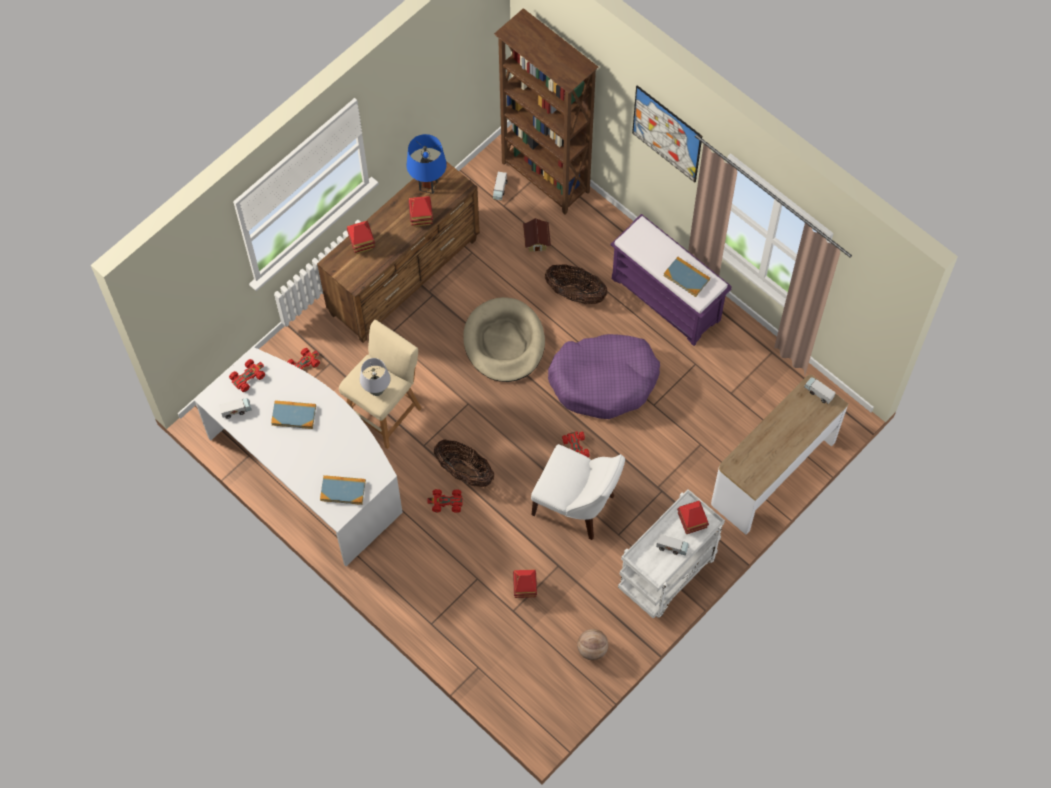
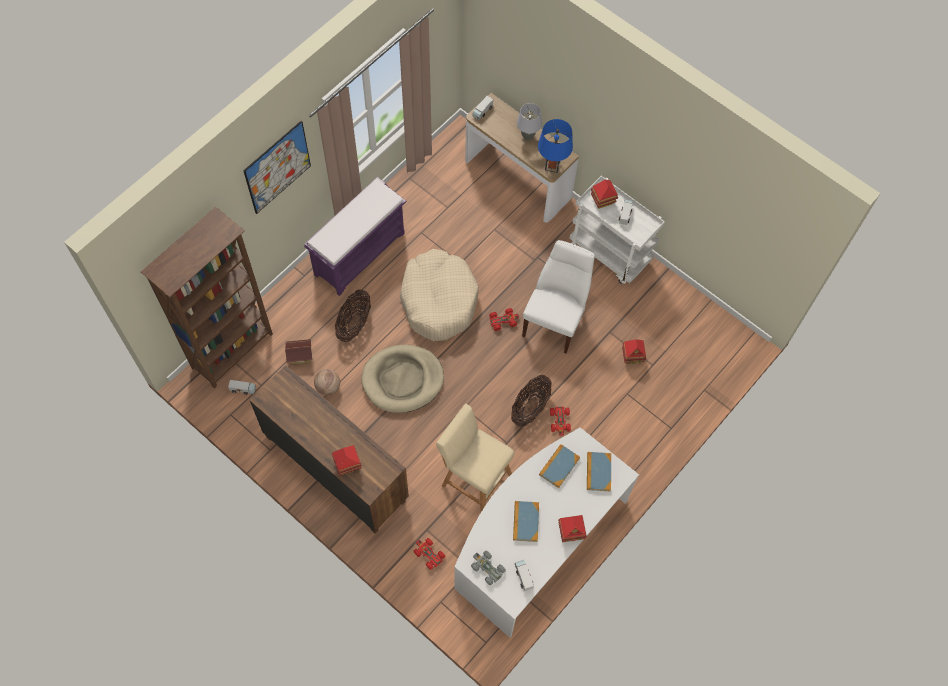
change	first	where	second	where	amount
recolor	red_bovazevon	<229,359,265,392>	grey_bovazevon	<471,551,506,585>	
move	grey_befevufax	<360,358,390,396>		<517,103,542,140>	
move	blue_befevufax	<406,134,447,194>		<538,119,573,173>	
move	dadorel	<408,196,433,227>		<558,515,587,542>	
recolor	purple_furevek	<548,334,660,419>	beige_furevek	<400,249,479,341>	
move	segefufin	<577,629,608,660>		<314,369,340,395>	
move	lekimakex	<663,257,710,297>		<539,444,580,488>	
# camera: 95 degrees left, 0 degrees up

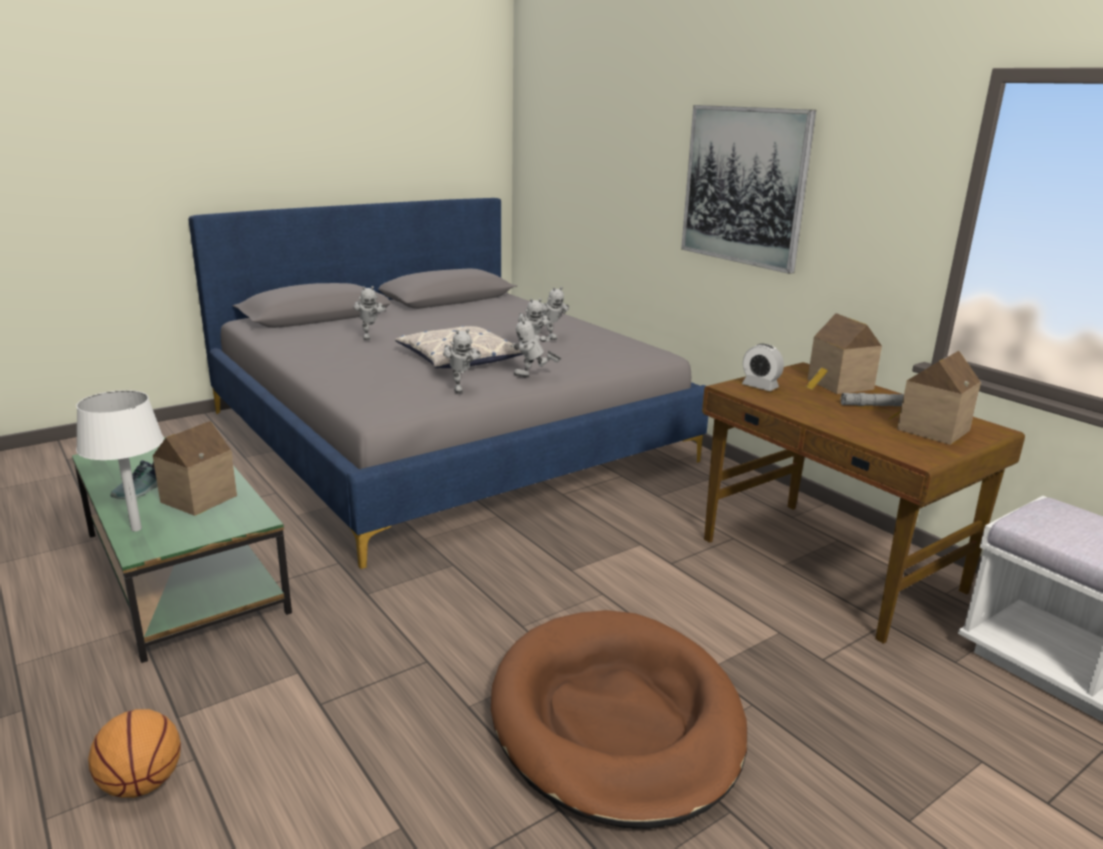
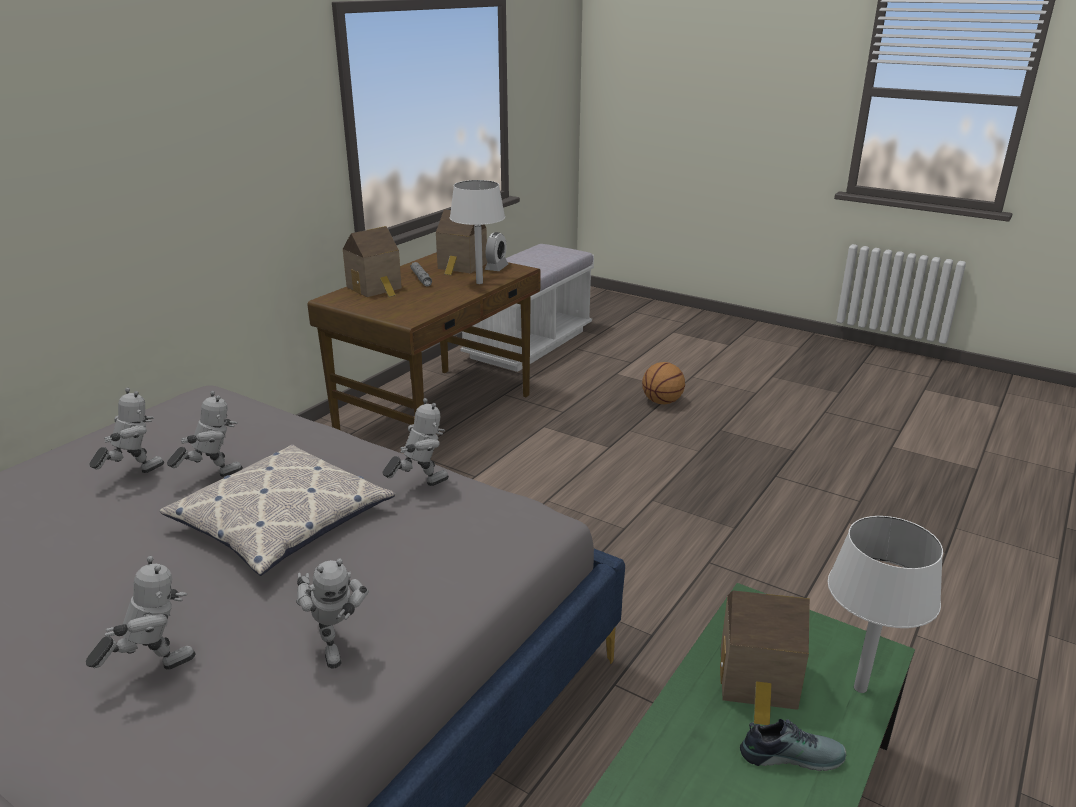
change	first	where	second	where	amount
move	segefufin	<88,709,181,798>		<642,362,685,404>	
delete	brown_furevek	<491,610,747,829>			
move	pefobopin	<511,317,561,378>		<296,558,369,669>	
delete	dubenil	<681,105,816,274>			
move	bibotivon	<742,343,784,391>		<485,232,508,271>	
insert			white_befevufax	<450,180,505,284>	
# camera: 110 degrees left, 5 degrees up

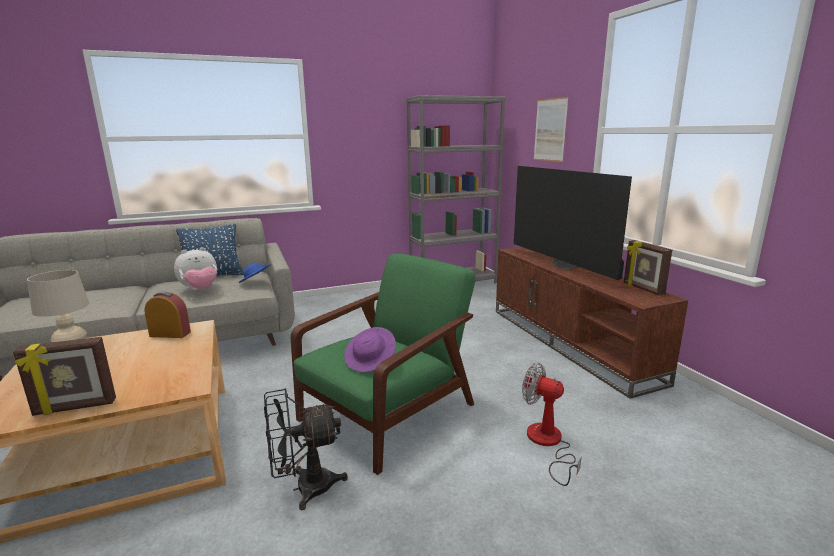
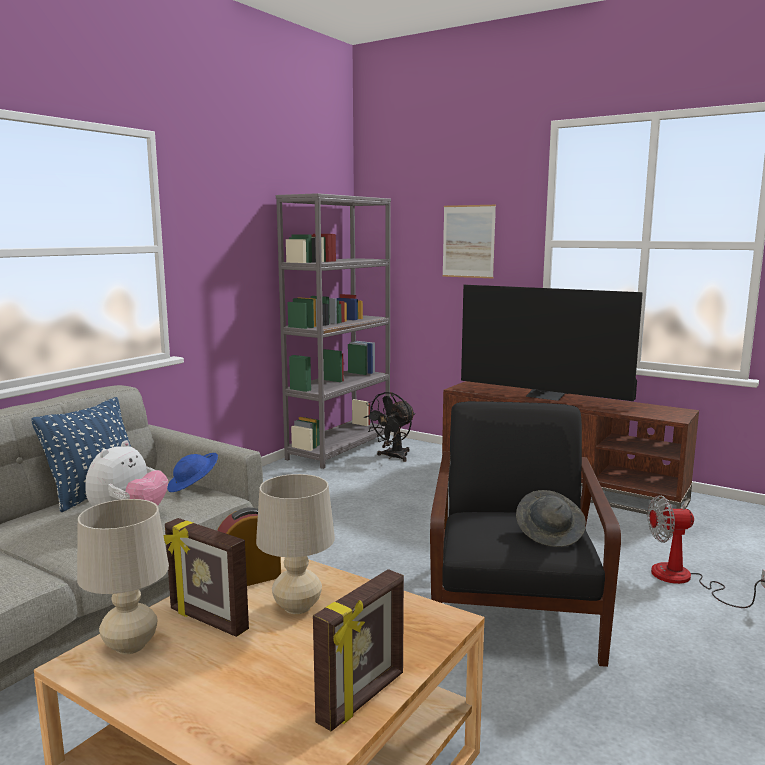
change	first	where	second	where	amount
move	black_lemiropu	<264,388,348,510>		<364,392,415,462>	
recolor	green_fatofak	<291,253,476,475>	black_fatofak	<430,401,621,667>	
recolor	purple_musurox	<344,327,396,373>	grey_musurox	<516,490,586,547>	
move	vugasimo	<624,240,672,296>		<163,518,249,637>	
insert			beige_befevufax	<256,474,335,614>	
# camera: 35 degrees left, 5 degrees down

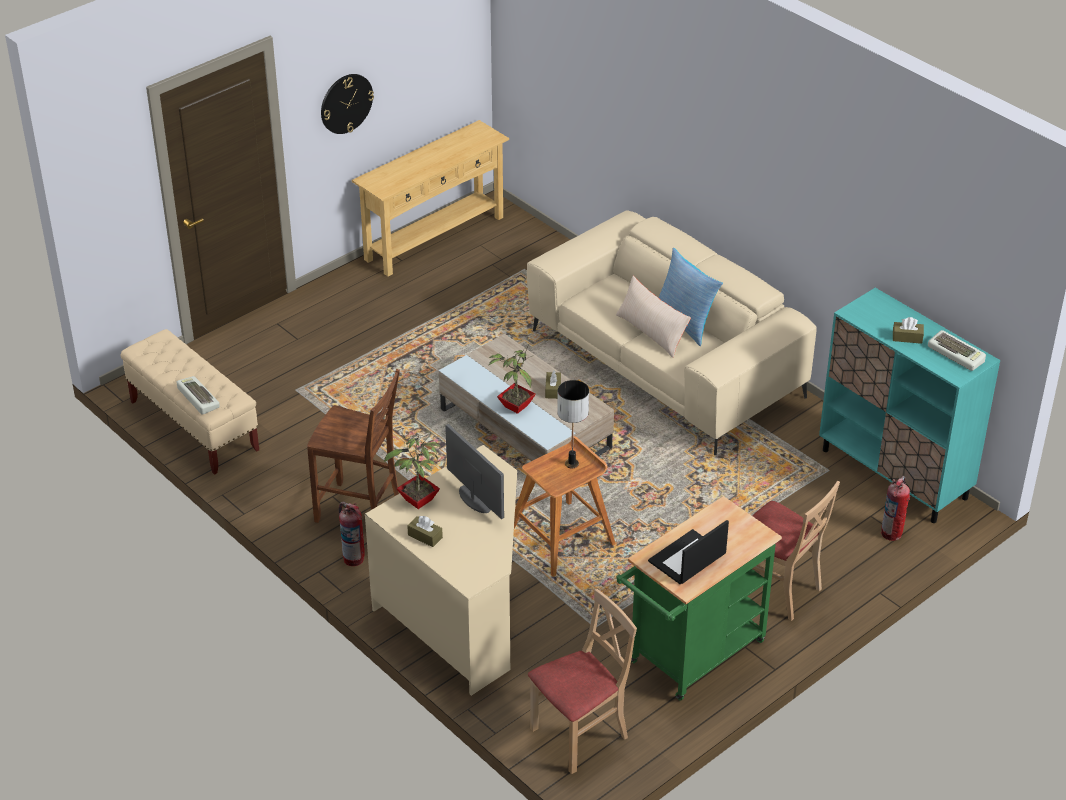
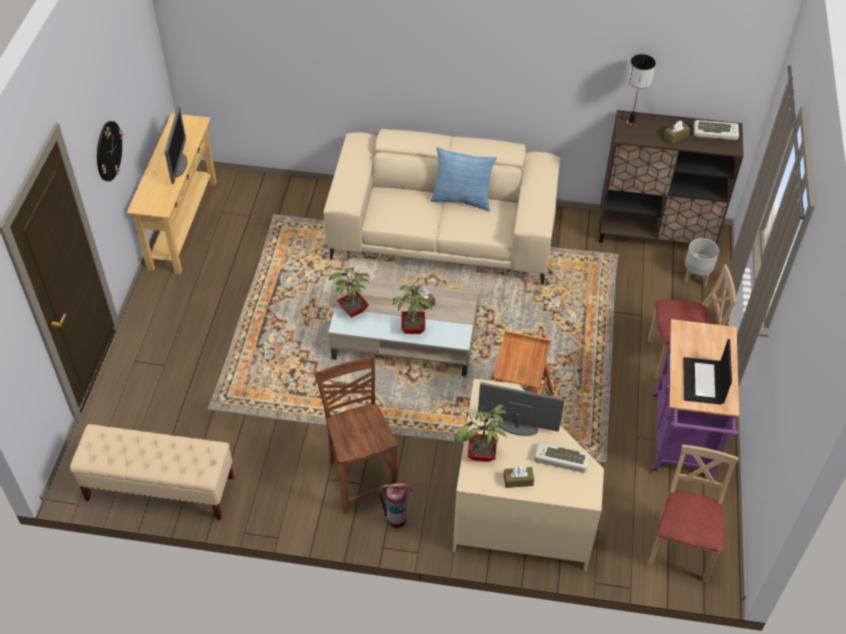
change	first	where	second	where	amount
move	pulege	<177,376,220,415>		<534,442,589,473>	
rotate	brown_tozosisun	<307,369,400,523>		<315,355,398,514>	90 degrees counterclockwise
move	befevufax	<557,380,589,469>		<626,54,656,126>	
delete	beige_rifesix	<616,276,691,358>			
recolor	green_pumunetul	<616,496,782,701>	purple_pumunetul	<651,319,739,479>	
recolor	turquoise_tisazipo	<819,288,1000,523>	brown_tisazipo	<598,110,744,245>	
replace	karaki	<881,476,910,541>	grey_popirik	<684,238,719,287>	
insert			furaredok	<165,107,188,184>	
insert			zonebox	<329,261,370,318>	
# camera: 40 degrees left, 10 degrees up

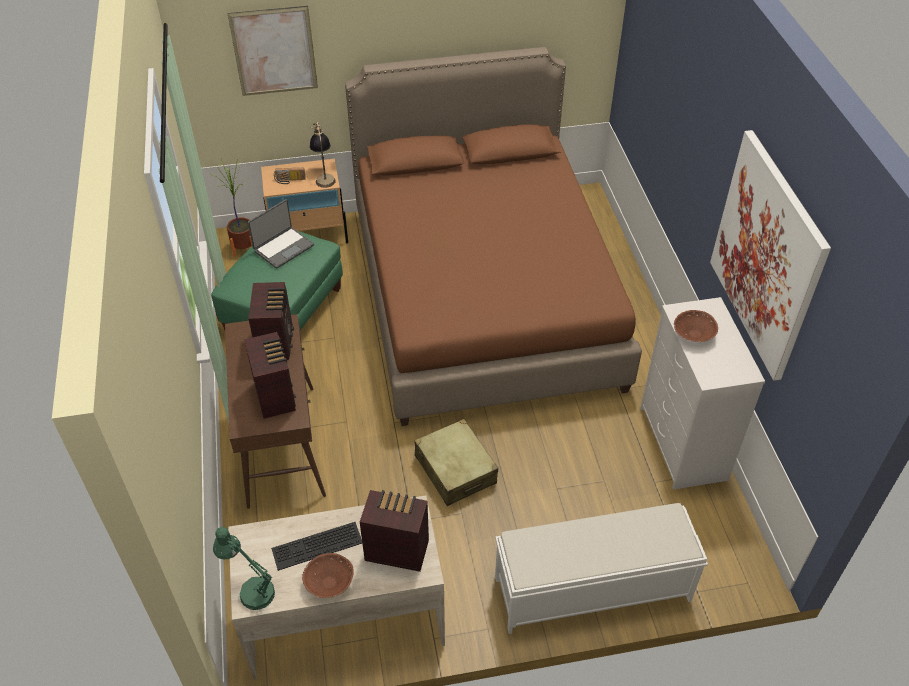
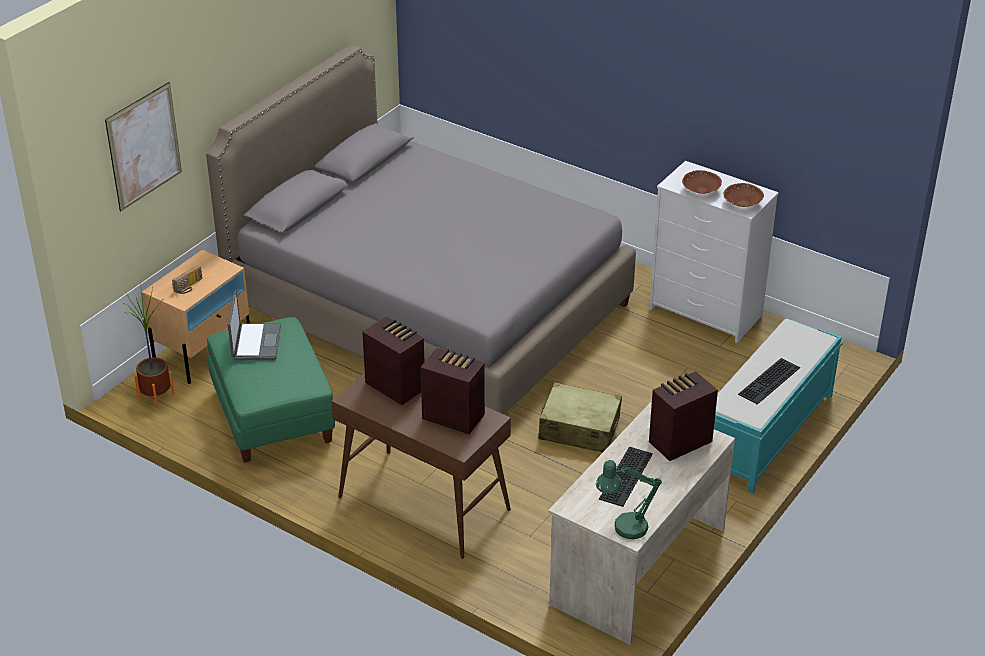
change	first	where	second	where	amount
move	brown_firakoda	<302,553,354,598>		<724,183,764,207>	
delete	befevufax	<310,122,336,188>			
recolor	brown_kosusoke	<345,47,642,426>	grey_kosusoke	<206,45,636,414>	
recolor	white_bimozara	<495,503,708,634>	turquoise_bimozara	<714,319,843,493>	
delete	dubenil	<710,130,831,381>			
insert			pulege	<738,358,800,405>	
# camera: 45 degrees left, 10 degrees down

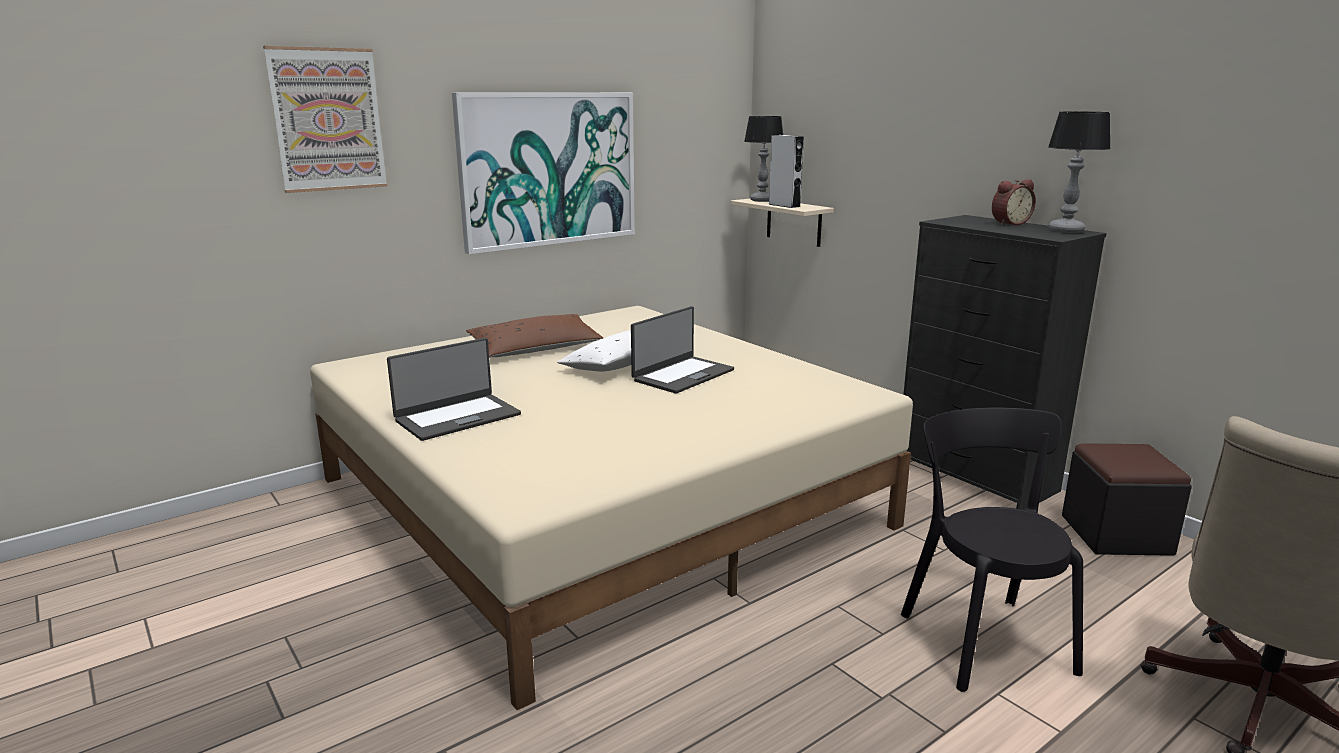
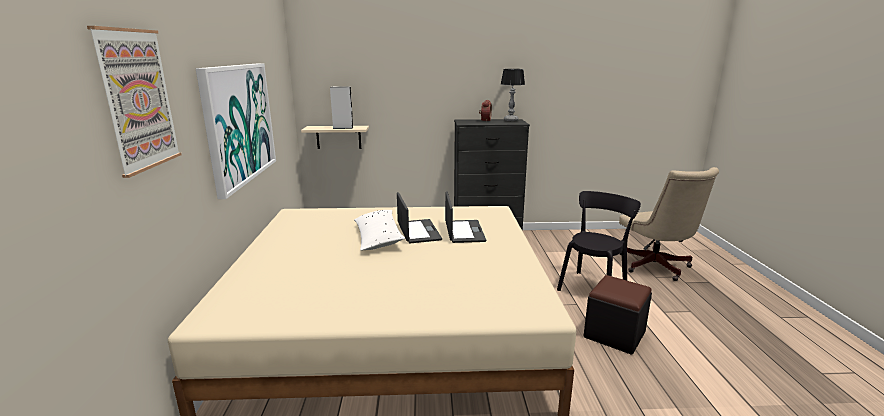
change	first	where	second	where	amount
move	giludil	<387,338,521,441>		<445,191,486,243>	
delete	brown_rifesix	<466,314,603,358>			
delete	befevufax	<744,116,783,202>			
rotate	black_tozosisun	<901,407,1083,692>		<557,191,641,291>	105 degrees clockwise
move	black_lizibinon	<1062,443,1192,556>		<584,275,652,355>	
# camera: 55 degrees left, 0 degrees up

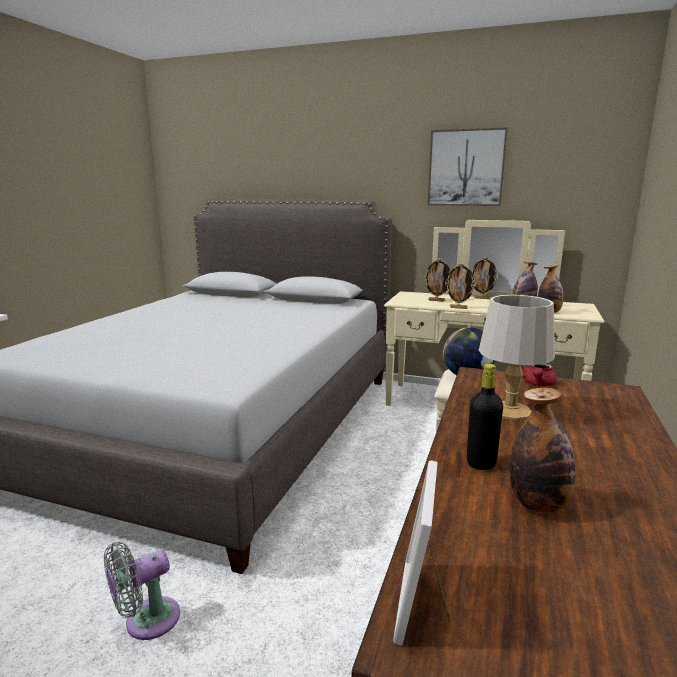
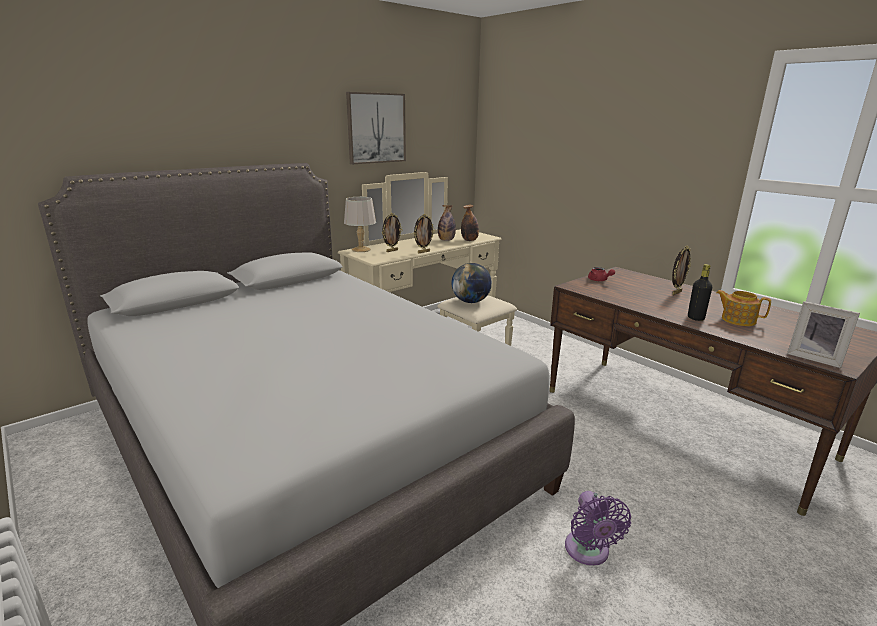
change	first	where	second	where	amount
recolor	grey_lemiropu	<104,542,180,640>	purple_lemiropu	<565,491,631,566>	
move	vugasimo	<472,257,498,299>		<672,246,691,295>	
move	grey_befevufax	<479,295,555,420>		<344,197,376,252>	
replace	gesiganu	<510,387,576,513>	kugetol	<716,290,771,326>	
# camera: 60 degrees left, 5 degrees up

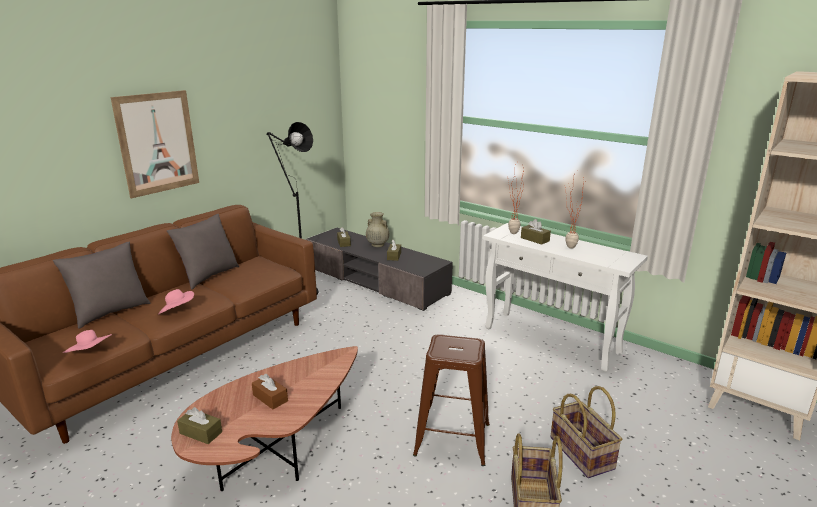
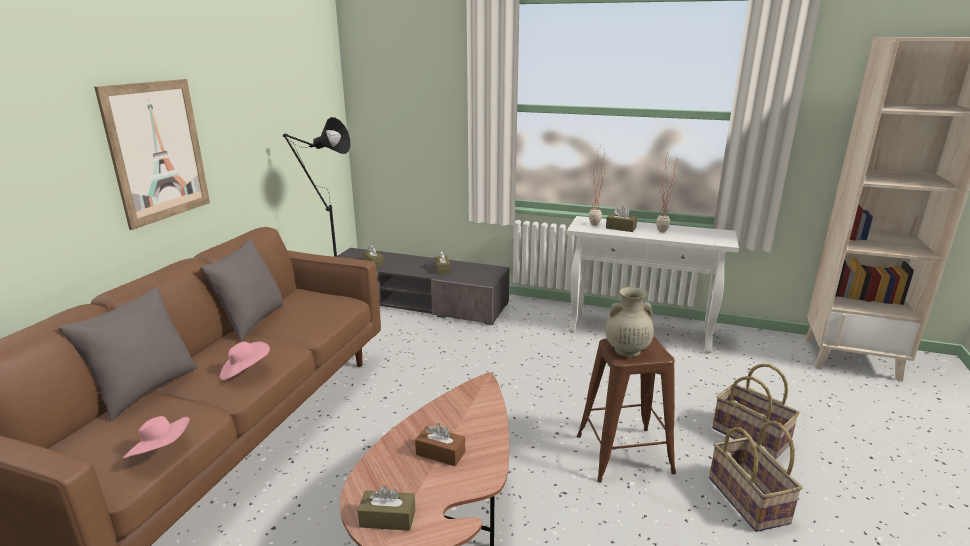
change	first	where	second	where	amount
move	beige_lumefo	<366,212,389,247>		<605,287,654,357>	
# camera: 20 degrees left, 0 degrees up

